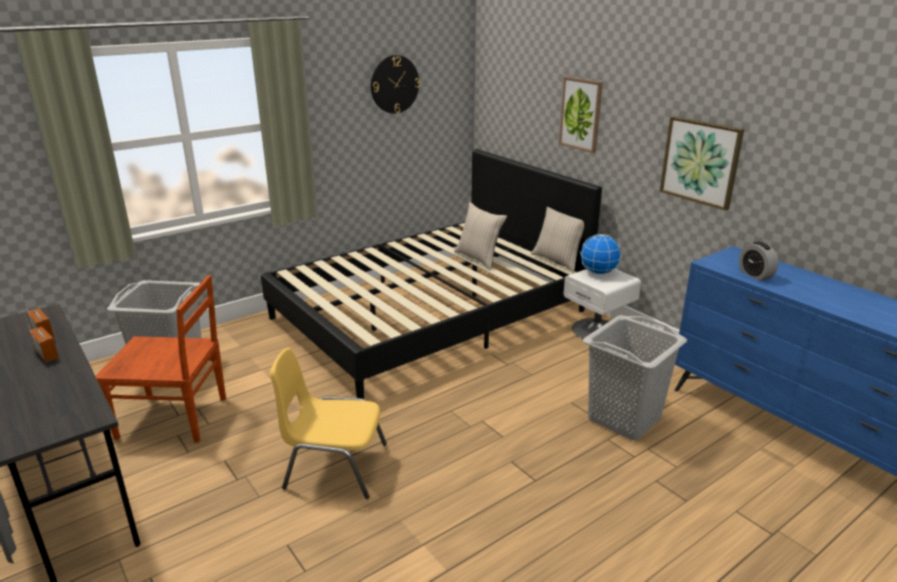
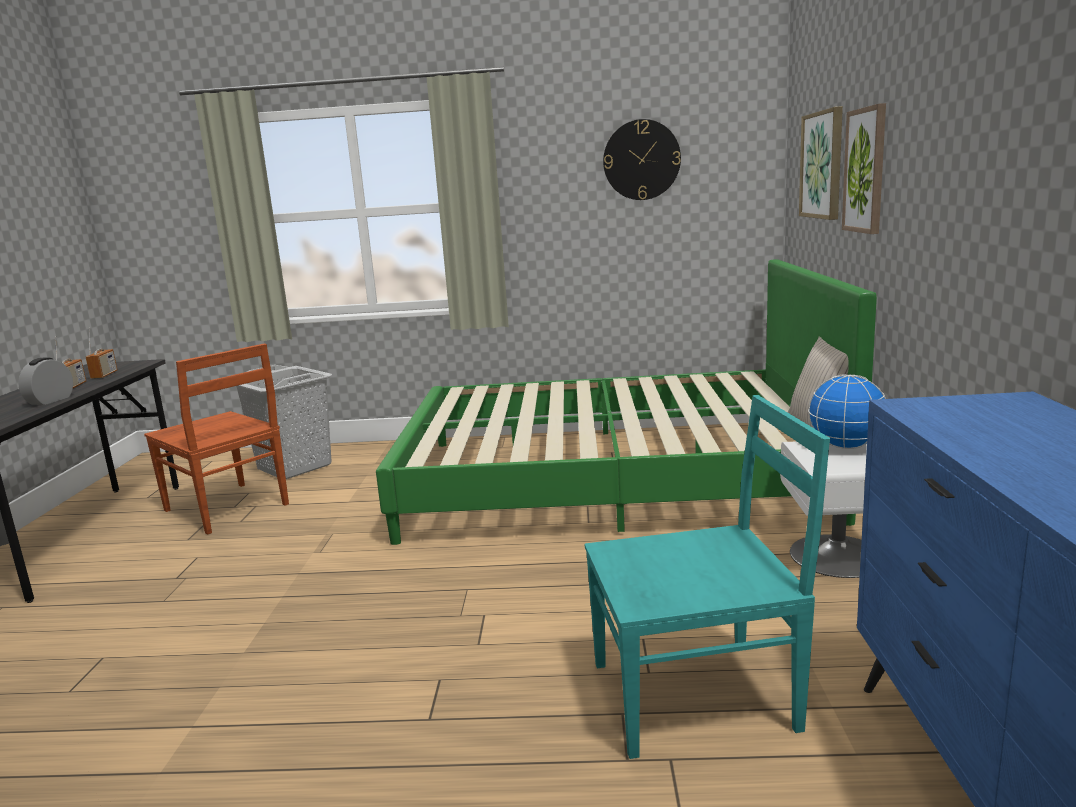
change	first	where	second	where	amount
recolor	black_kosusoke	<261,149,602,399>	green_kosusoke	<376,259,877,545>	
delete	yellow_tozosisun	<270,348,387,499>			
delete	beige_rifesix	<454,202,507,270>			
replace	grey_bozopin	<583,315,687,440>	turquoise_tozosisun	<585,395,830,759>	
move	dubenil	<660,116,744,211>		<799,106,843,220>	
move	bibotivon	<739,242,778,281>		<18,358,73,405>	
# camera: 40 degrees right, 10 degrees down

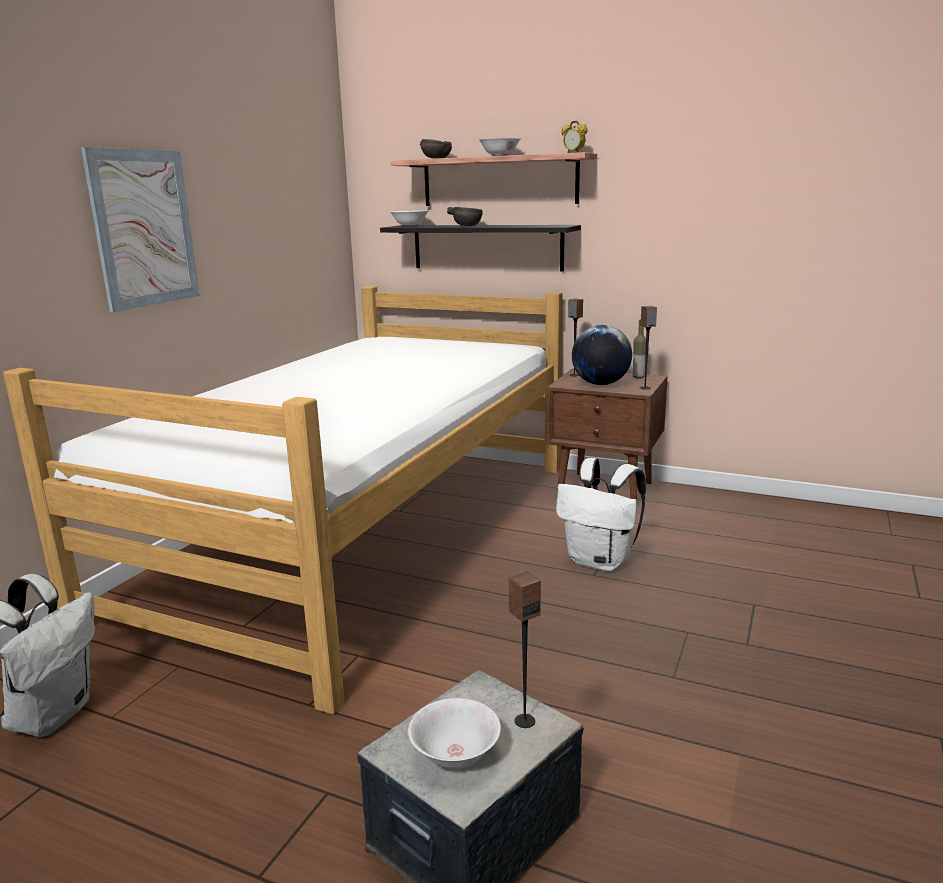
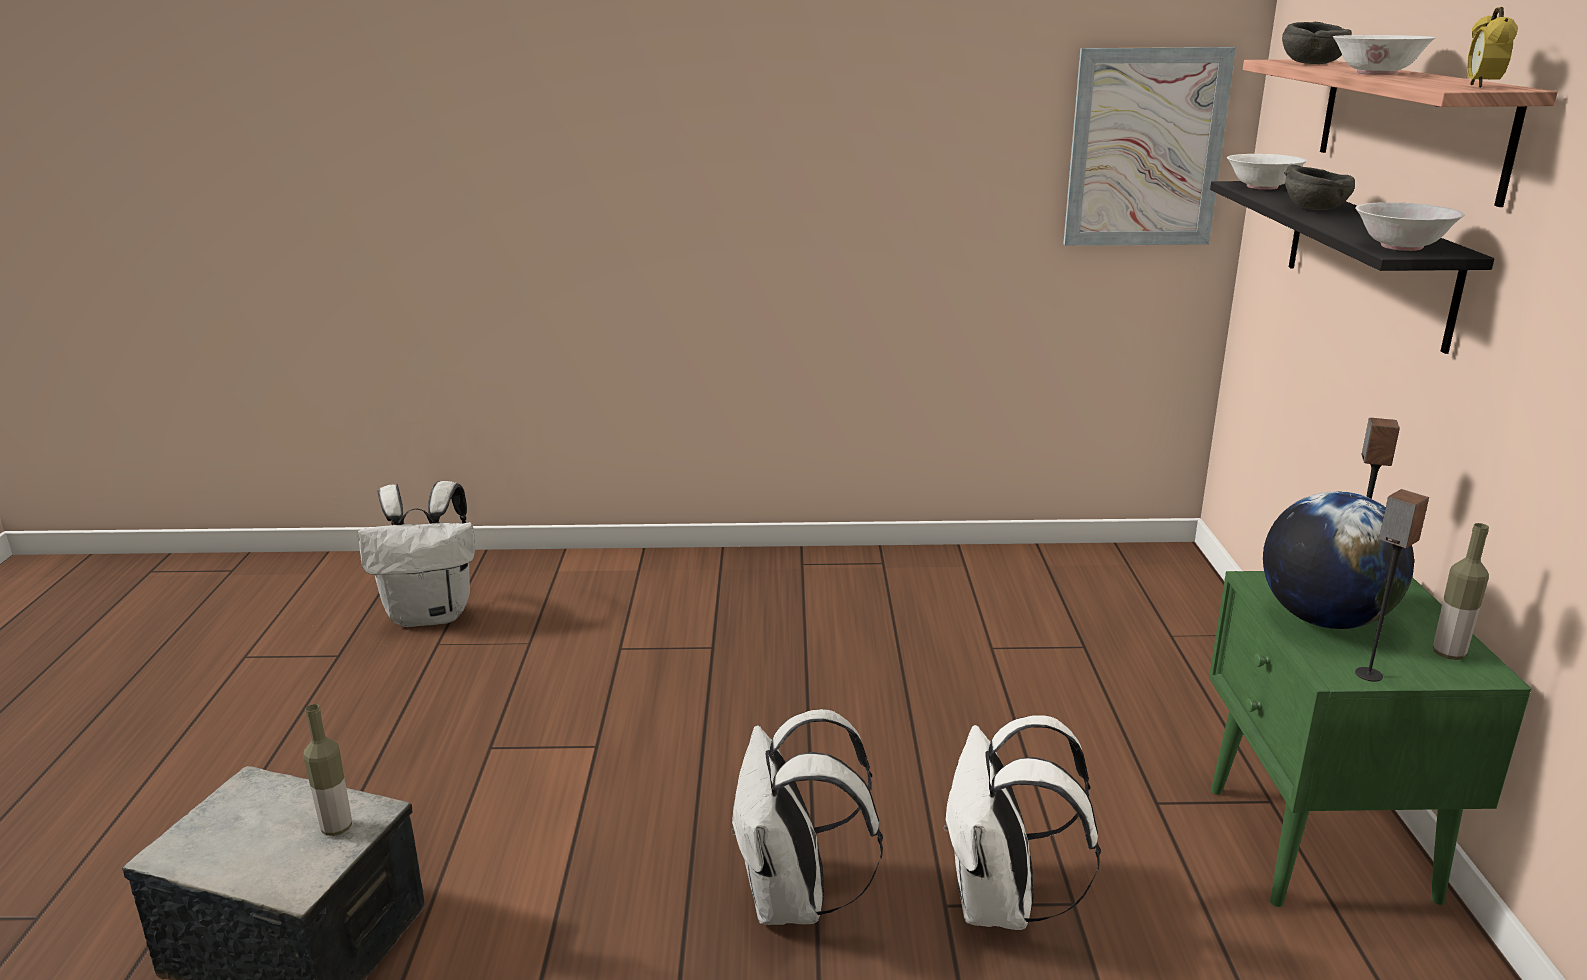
change	first	where	second	where	amount
delete	kosusoke	<3,286,562,714>			
move	dubenil	<81,147,200,312>		<1063,47,1236,246>	
move	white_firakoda	<408,698,501,769>		<1355,202,1464,251>	
delete	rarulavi	<509,571,541,728>			
recolor	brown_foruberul	<546,369,668,500>	green_foruberul	<1209,571,1532,907>	
insert			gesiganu	<304,704,352,836>	
insert			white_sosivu	<730,709,883,925>	
# camera: 65 degrees right, 5 degrees up

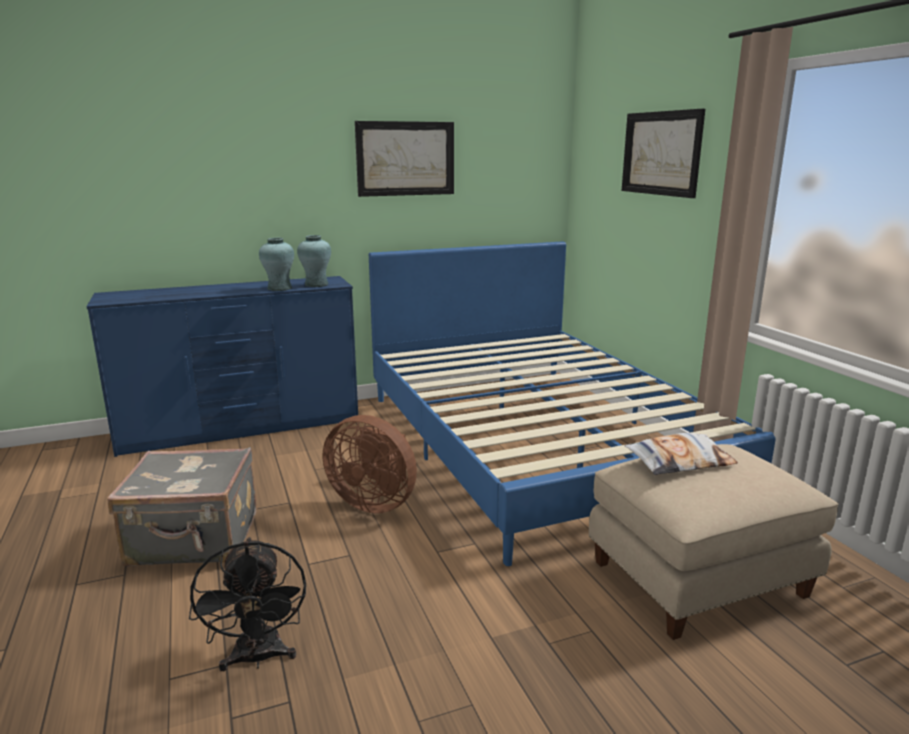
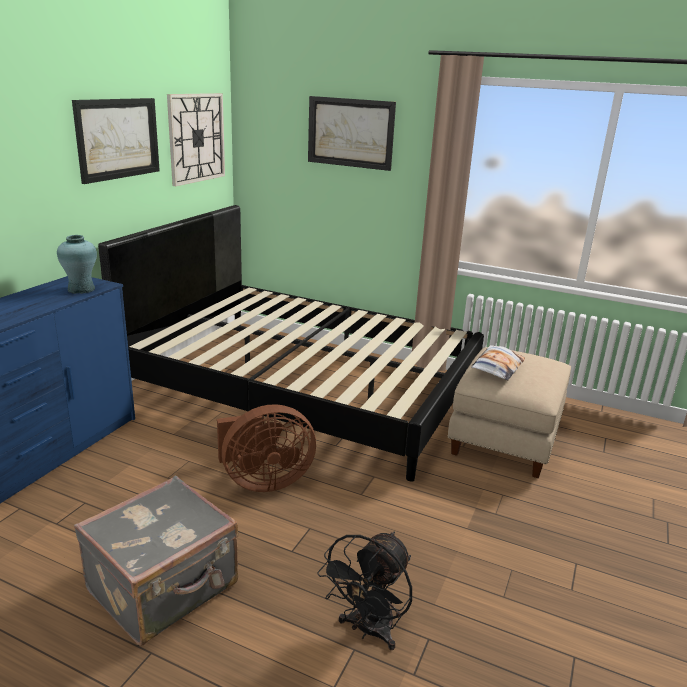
change	first	where	second	where	amount
rotate	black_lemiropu	<189,537,306,671>		<317,532,412,650>	90 degrees clockwise
delete	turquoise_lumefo	<259,238,294,291>			
recolor	blue_kosusoke	<369,241,776,566>	black_kosusoke	<98,205,484,482>	
insert			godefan	<167,93,225,186>	
# camera: 45 degrees left, 5 degrees up

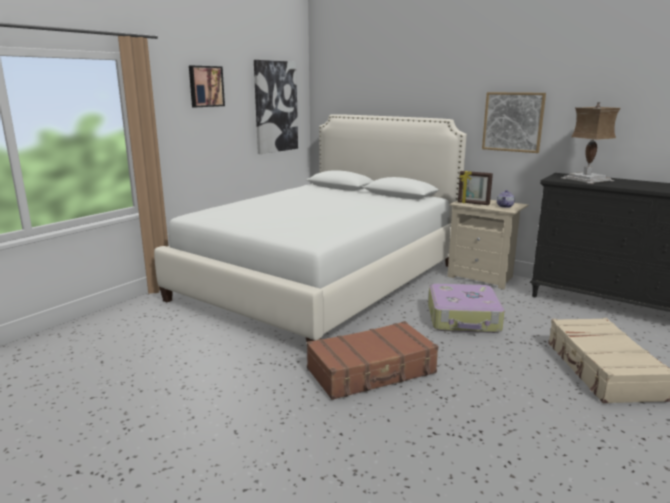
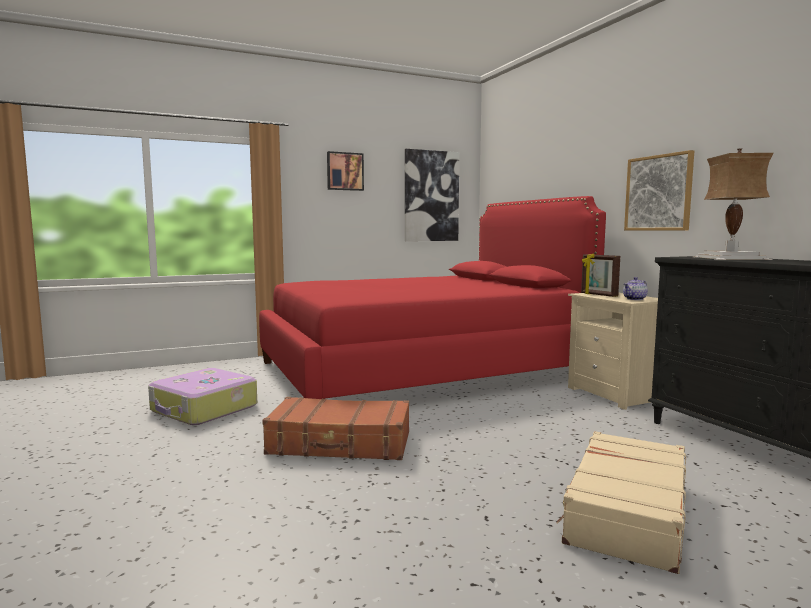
change	first	where	second	where	amount
recolor	white_kosusoke	<154,114,467,342>	red_kosusoke	<259,196,606,399>	
move	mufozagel	<428,284,505,333>		<148,368,257,425>	
# camera: 30 degrees right, 10 degrees down

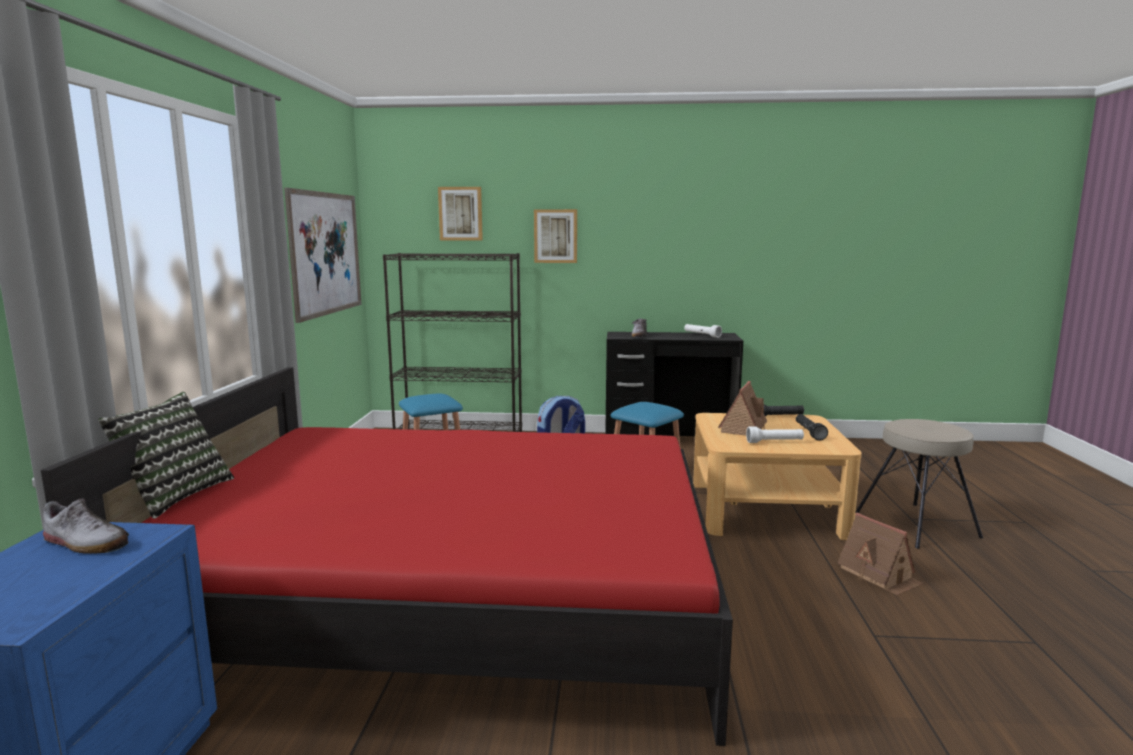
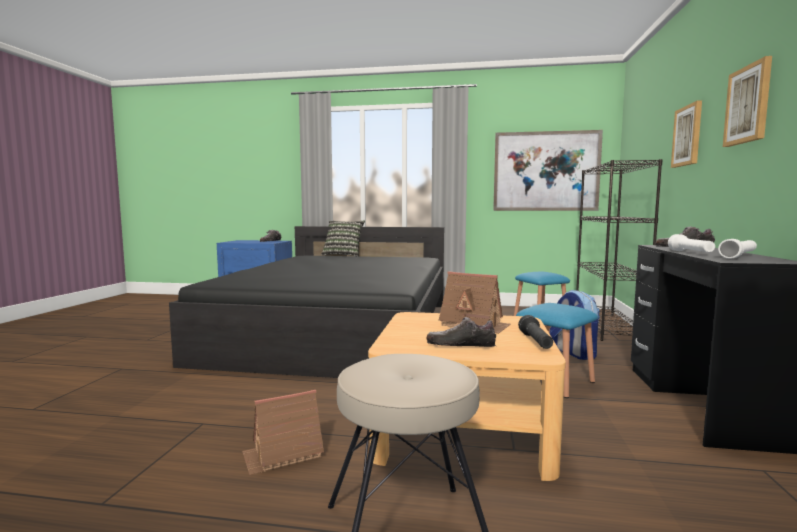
change	first	where	second	where	amount
recolor	red_kosusoke	<41,367,733,746>	black_kosusoke	<169,226,444,378>	
move	dubenil	<438,187,483,241>		<723,56,772,147>	
move	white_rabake	<746,426,804,443>		<668,234,715,252>	
replace	black_rabake	<796,414,828,441>	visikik	<426,317,496,347>	
# camera: 95 degrees right, 5 degrees down

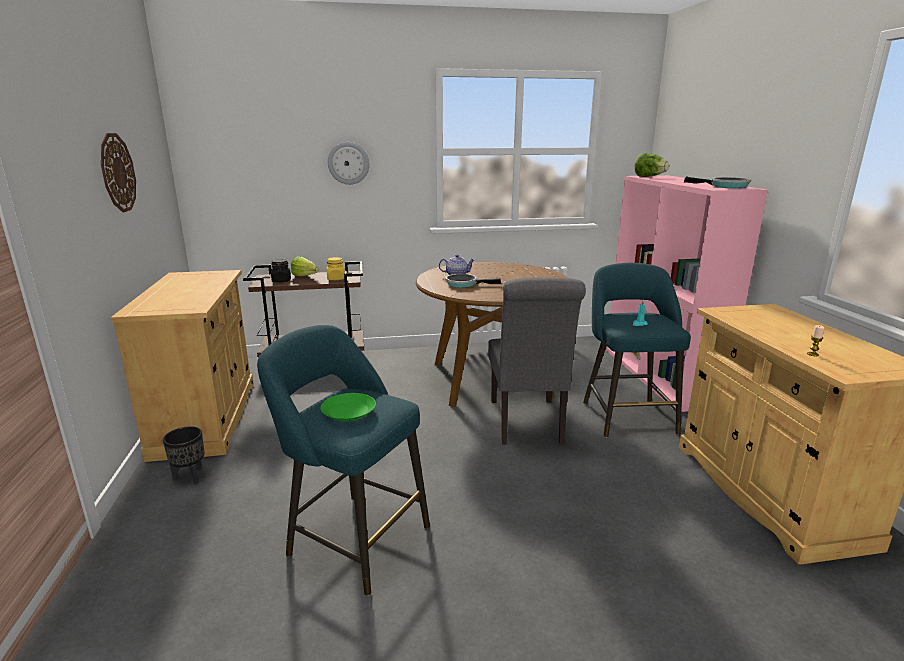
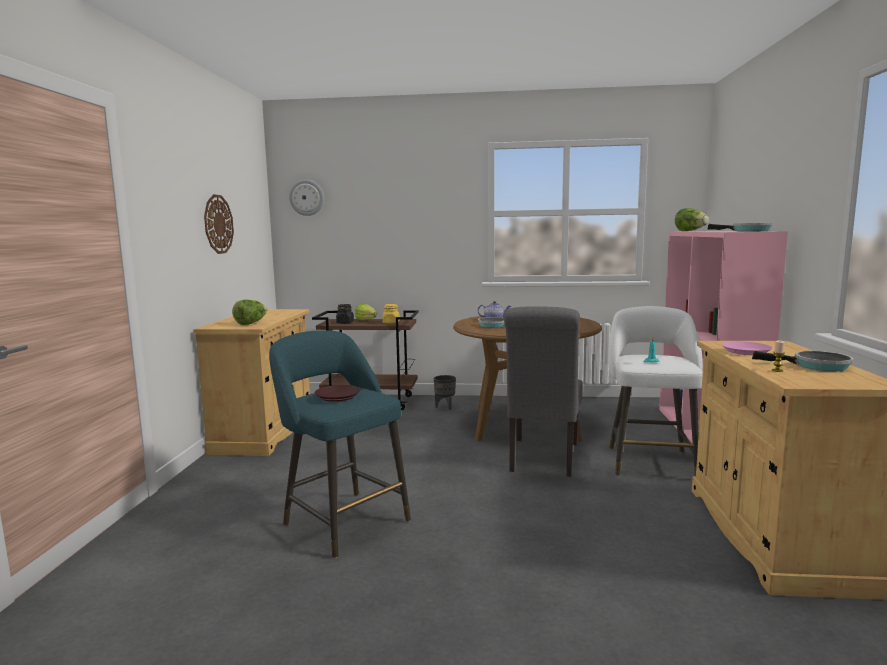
change	first	where	second	where	amount
move	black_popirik	<163,426,205,484>		<434,375,456,410>	
recolor	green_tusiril	<321,393,376,421>	brown_tusiril	<314,385,361,402>	
move	godefan	<328,142,369,185>		<289,179,324,216>	
recolor	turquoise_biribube	<583,263,691,438>	white_biribube	<608,306,703,476>	
insert			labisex	<232,299,267,325>	
insert			pink_tusiril	<721,341,773,355>	
insert			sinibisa	<752,351,854,372>	
# camera: 15 degrees right, 10 degrees down

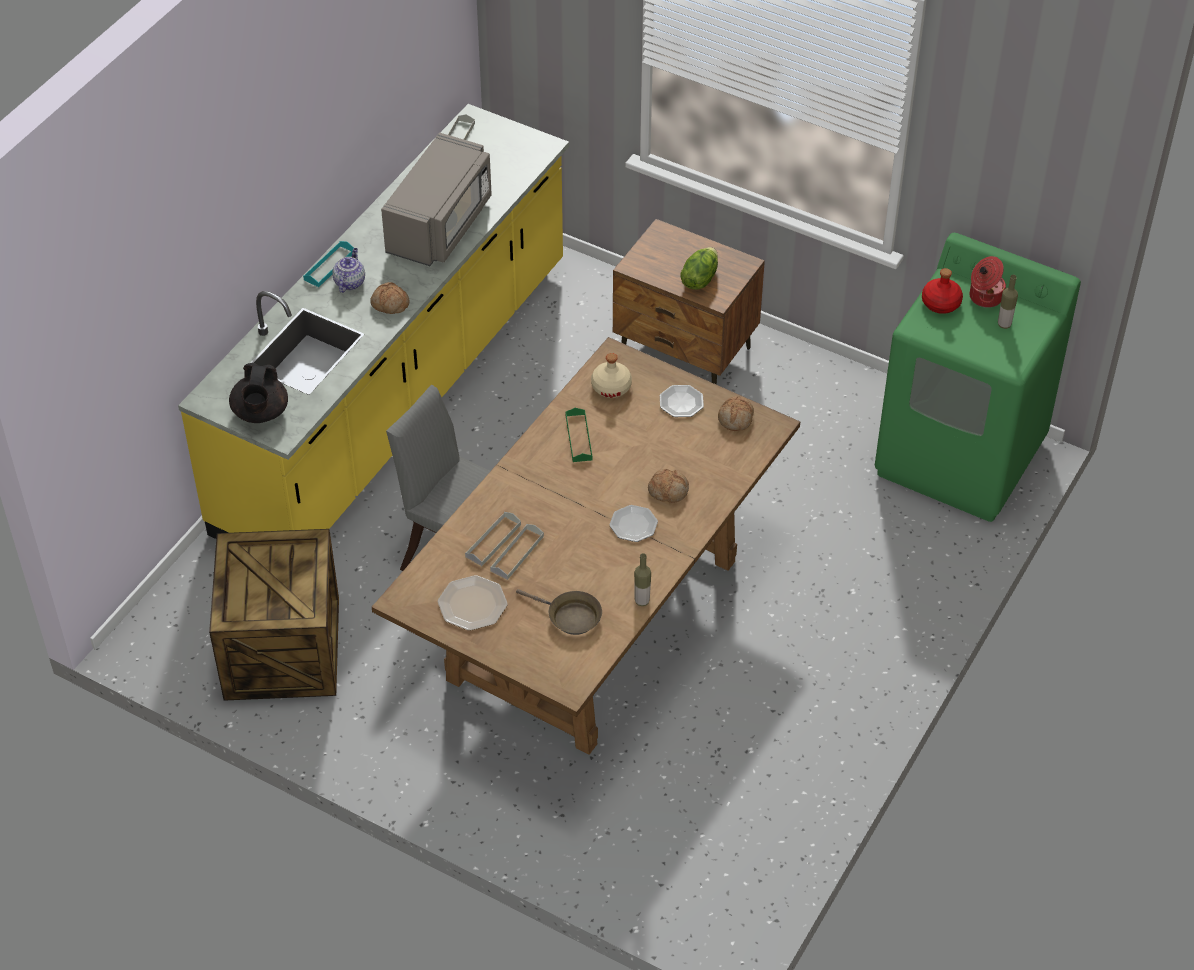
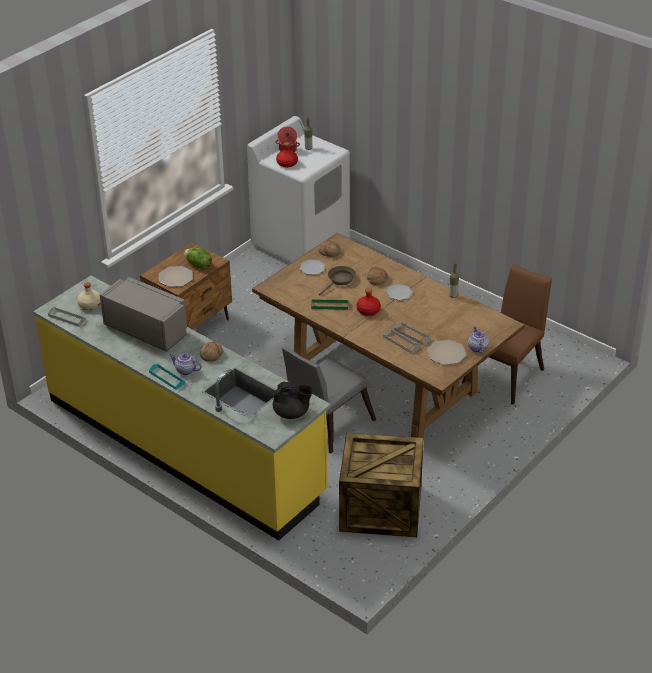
change	first	where	second	where	amount
move	brown_sinibisa	<516,589,602,635>		<319,266,356,295>	
move	beige_gesiganu	<591,353,632,398>		<77,282,101,310>	
recolor	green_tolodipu	<875,233,1081,522>	white_tolodipu	<247,116,350,265>	
insert			tusiril	<159,266,193,287>	
insert			red_gesiganu	<357,288,381,316>	
insert			brown_tozosisun	<462,264,552,405>	
insert			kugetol	<468,327,489,354>	
# camera: 80 degrees left, 10 degrees down

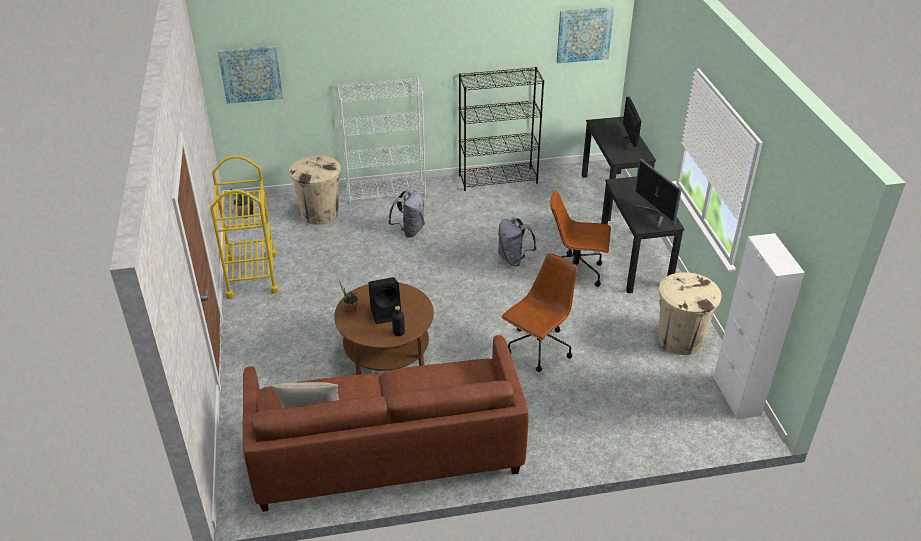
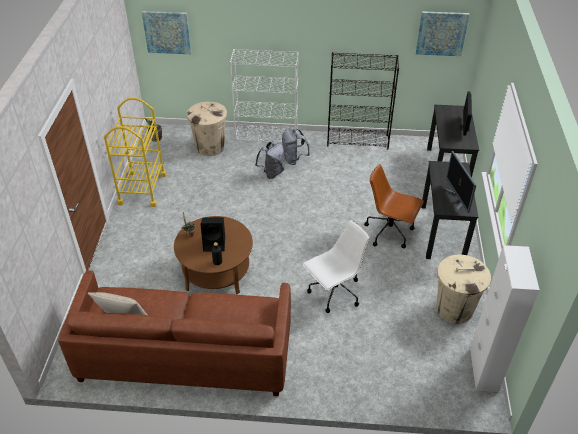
change	first	where	second	where	amount
move	grey_sosivu	<498,217,537,266>		<282,128,310,165>	
recolor	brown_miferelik	<501,253,578,372>	white_miferelik	<303,220,369,313>	
# camera: 15 degrees right, 5 degrees up

